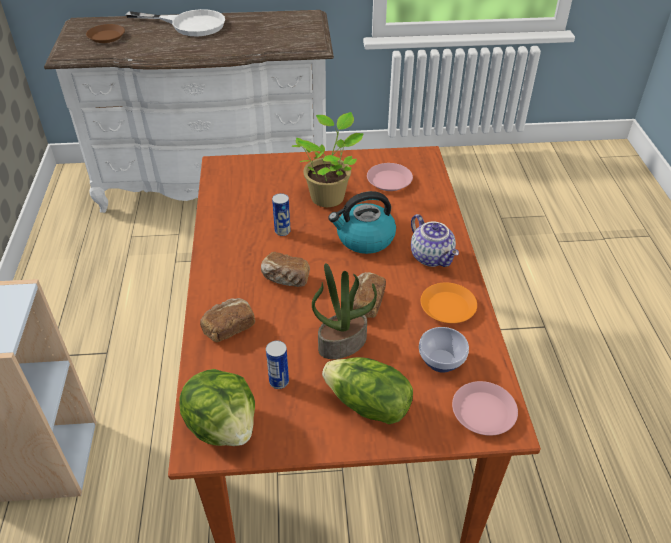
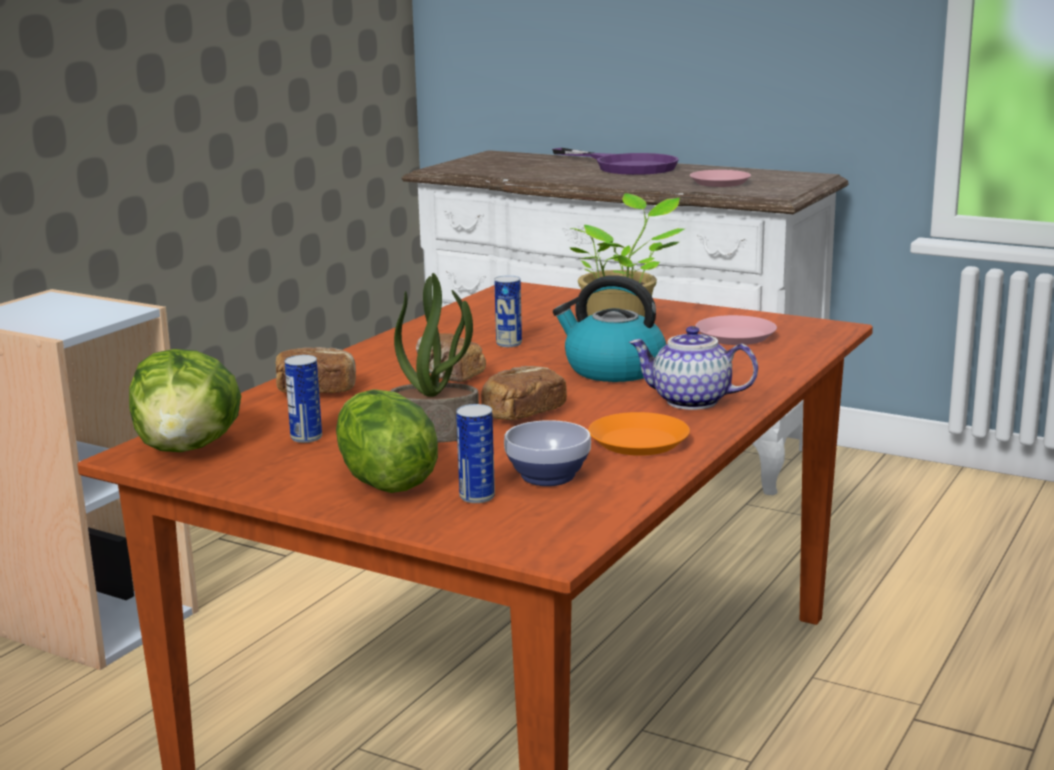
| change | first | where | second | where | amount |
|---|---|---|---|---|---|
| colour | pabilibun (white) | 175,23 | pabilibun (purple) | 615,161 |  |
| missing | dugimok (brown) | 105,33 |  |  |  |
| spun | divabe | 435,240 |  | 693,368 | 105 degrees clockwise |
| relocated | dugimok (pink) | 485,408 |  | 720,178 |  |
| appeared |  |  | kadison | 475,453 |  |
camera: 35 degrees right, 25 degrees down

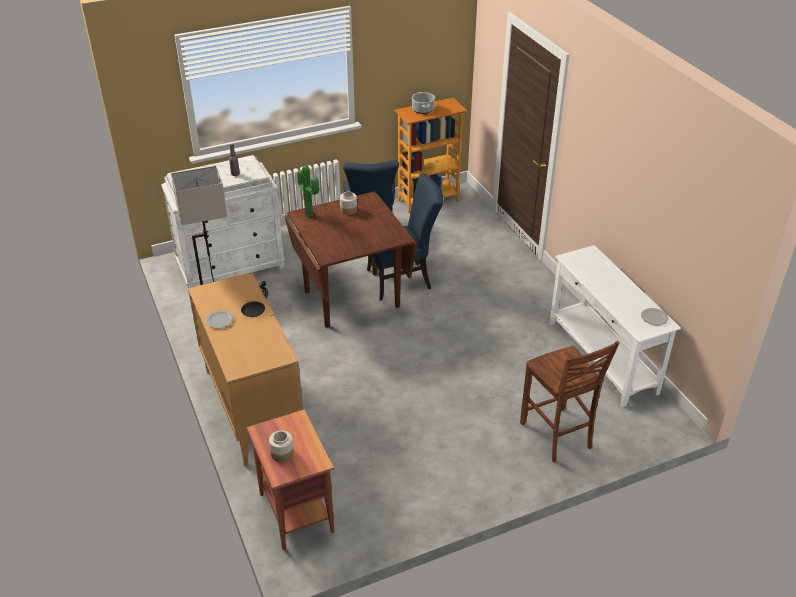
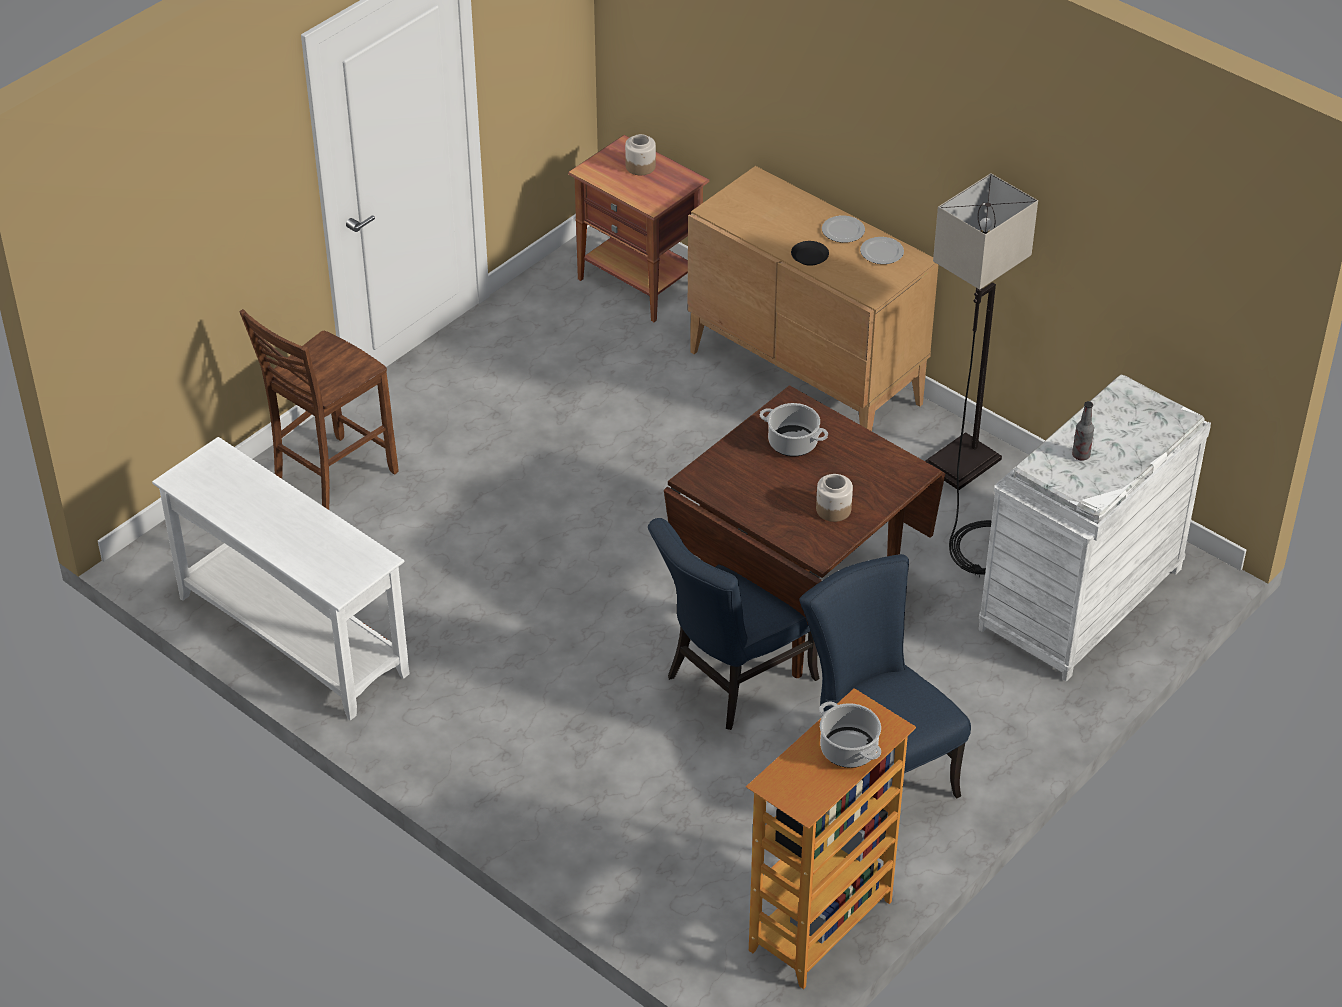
| change | first | where | second | where | amount |
|---|---|---|---|---|---|
| missing | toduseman | 308,192 |  |  |  |
| relocated | dugimok | 654,317 |  | 882,250 |  |
| spun | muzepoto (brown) | 570,402 |  | 318,409 | 90 degrees counterclockwise |
| appeared |  |  | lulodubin | 794,429 |  |
camera: 155 degrees right, 5 degrees up

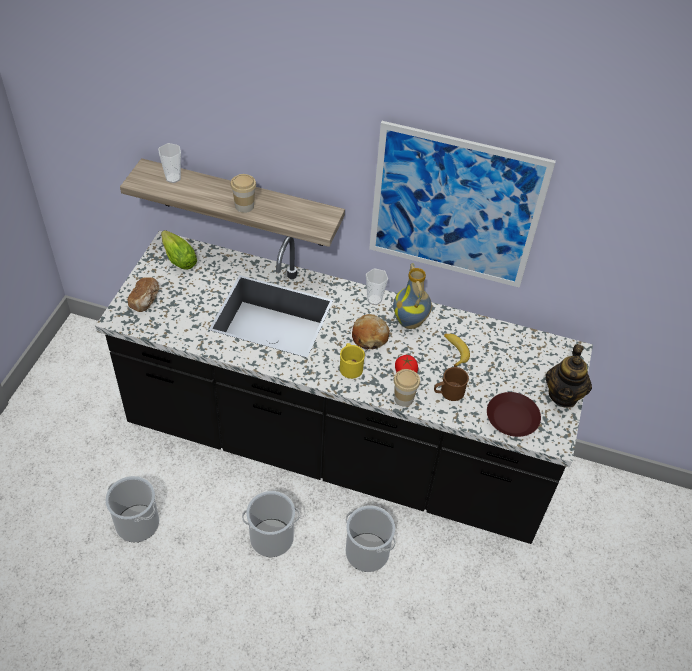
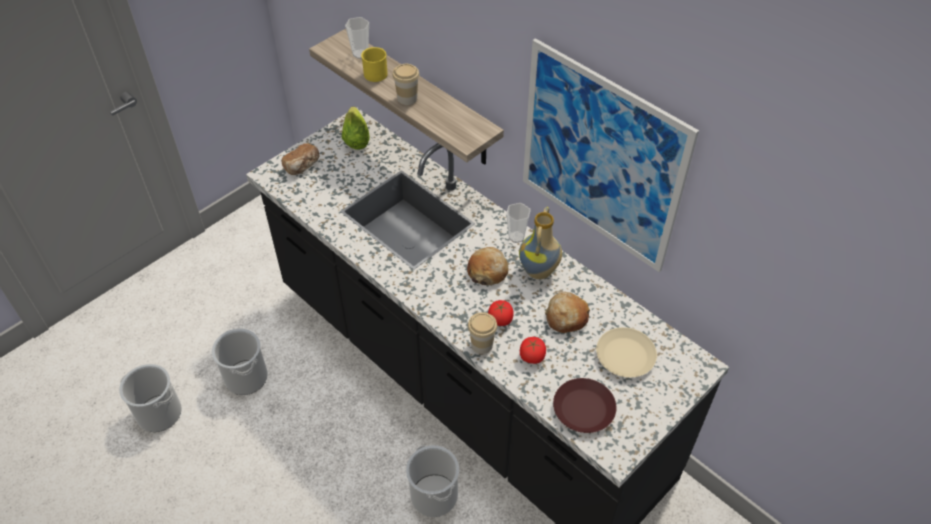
| change | first | where | second | where | amount |
|---|---|---|---|---|---|
| exchanged | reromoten | 457,350 | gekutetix | 567,312 |  |
| relocated | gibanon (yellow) | 352,361 |  | 374,64 |  |
| missing | divabe | 568,376 |  |  |  |
| exchanged | gibanon (brown) | 451,384 | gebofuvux | 533,350 |  |
| relocated | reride | 271,524 |  | 150,398 |  |
| appeared |  |  | dugimok (beige) | 626,352 |  |
camera: 30 degrees right, 0 degrees up

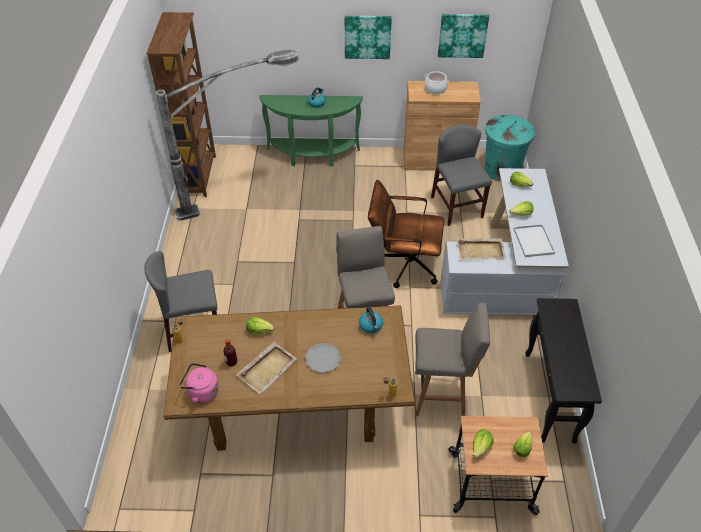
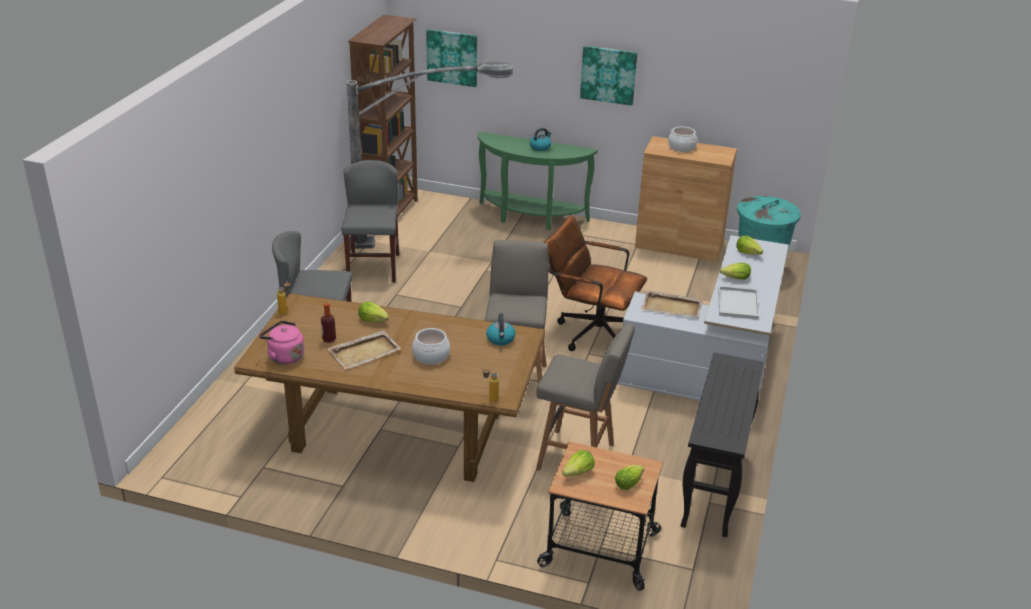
| change | first | where | second | where | amount |
|---|---|---|---|---|---|
| relocated | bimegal | 463,36 |  | 451,58 |  |
| relocated | muzepoto (grey) | 461,175 |  | 370,221 |  |
| exchanged | dugimok | 323,358 | lulodubin | 431,346 |  |
camera: 15 degrees right, 15 degrees down

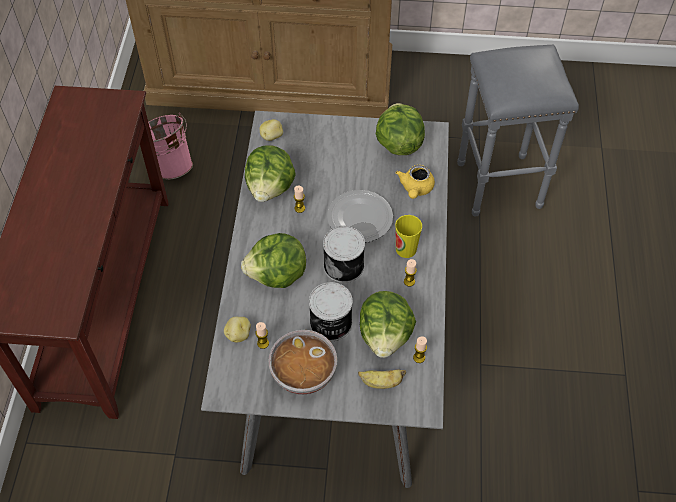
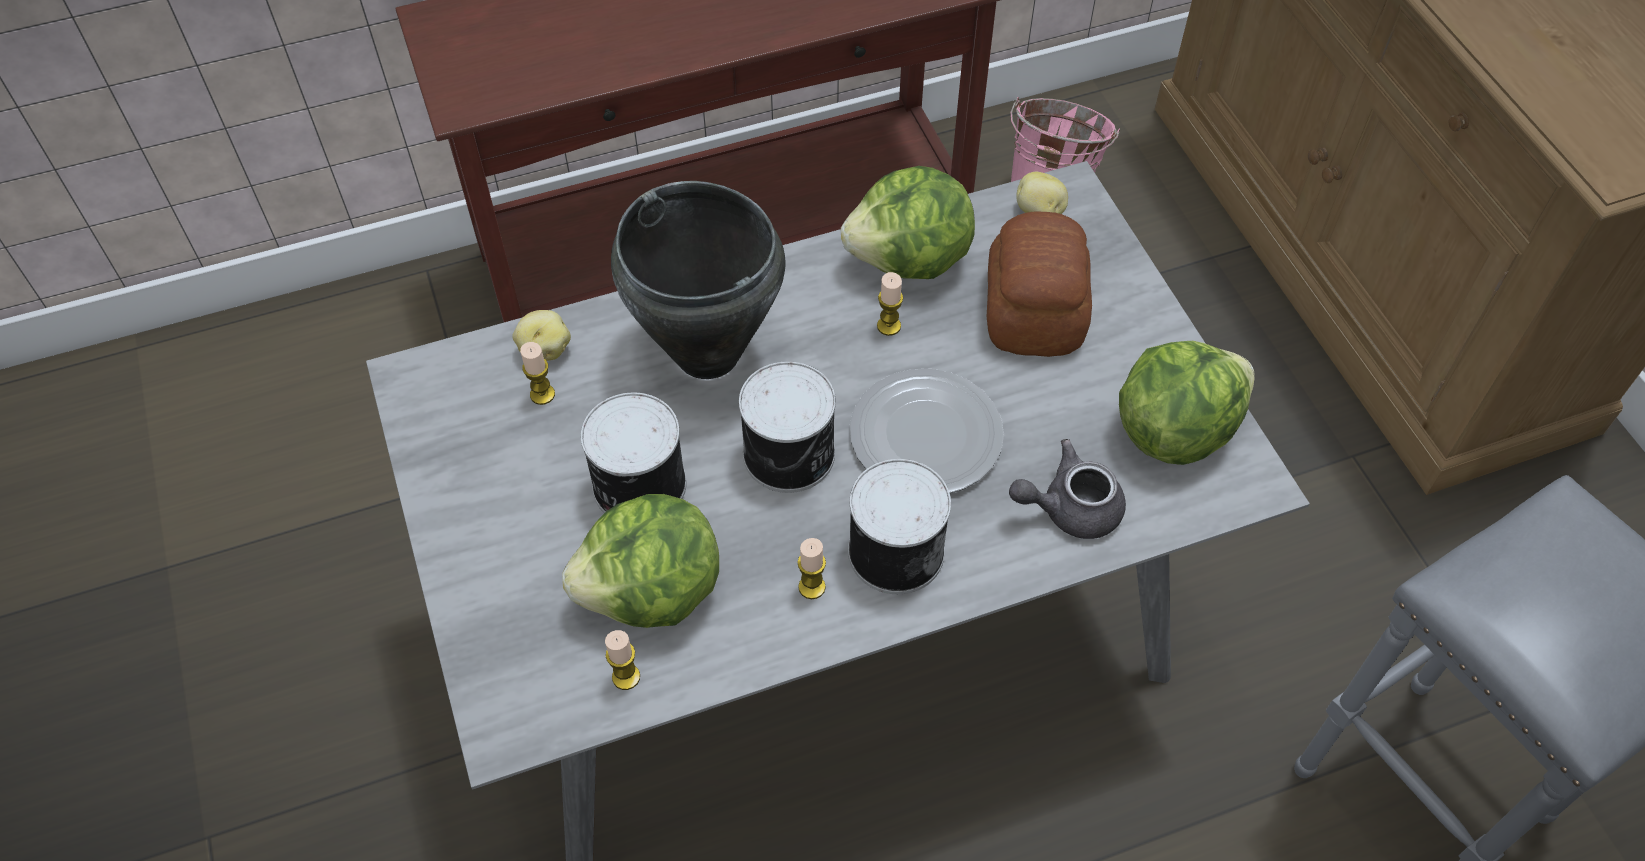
| change | first | where | second | where | amount |
|---|---|---|---|---|---|
| colour | divabe (yellow) | 415,182 | divabe (grey) | 1067,489 |  |
| exchanged | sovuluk | 408,236 | kadison | 899,526 |  |
| exchanged | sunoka | 273,260 | lulodubin (black) | 698,280 |  |
| missing | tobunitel | 302,362 |  |  |  |
| missing | reromoten | 382,379 |  |  |  |
| appeared |  |  | gekutetix | 1039,284 |  |
camera: 65 degrees right, 0 degrees up

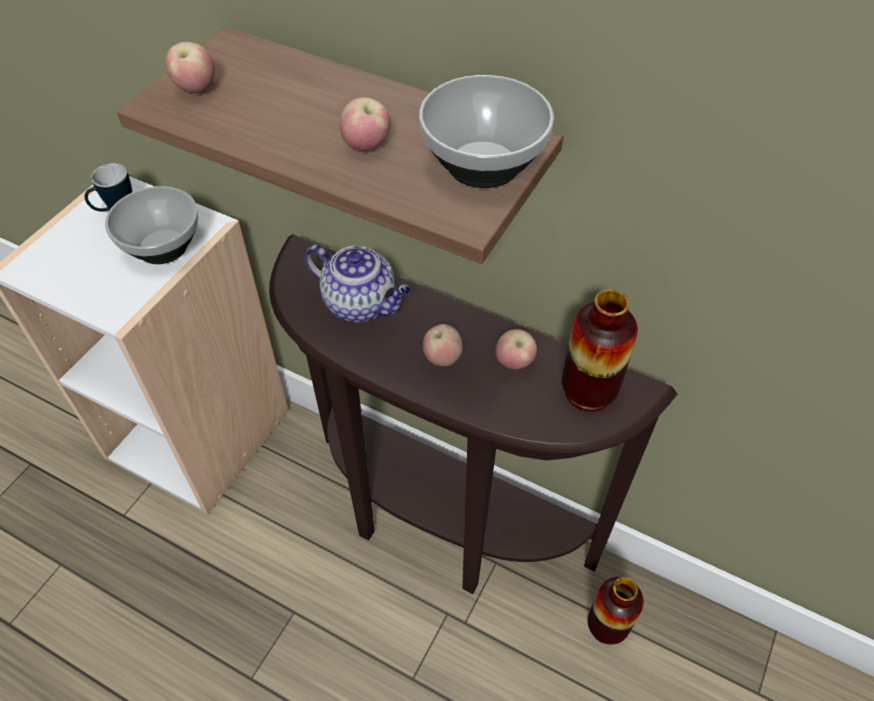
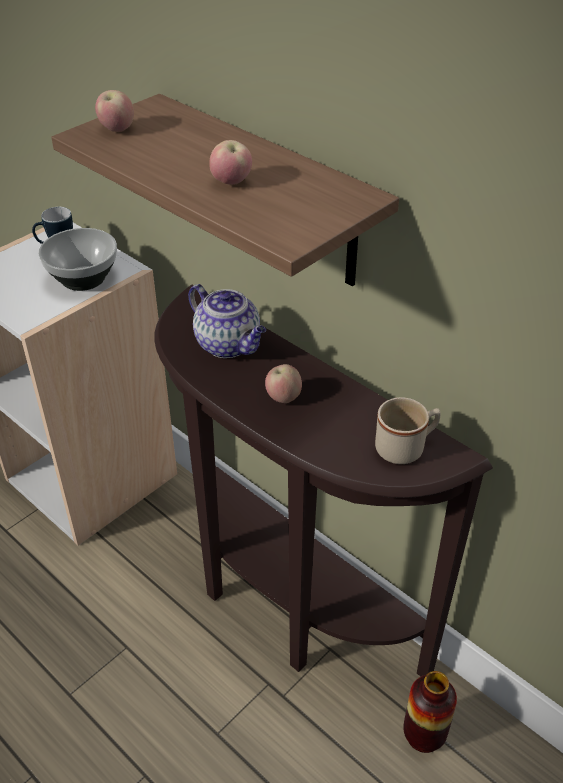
| change | first | where | second | where | amount |
|---|---|---|---|---|---|
| missing | tobunitel | 486,131 |  |  |  |
| exchanged | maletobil | 600,350 | gibanon (beige) | 408,430 |  |
| missing | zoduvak | 516,349 |  |  |  |
camera: 15 degrees right, 10 degrees down

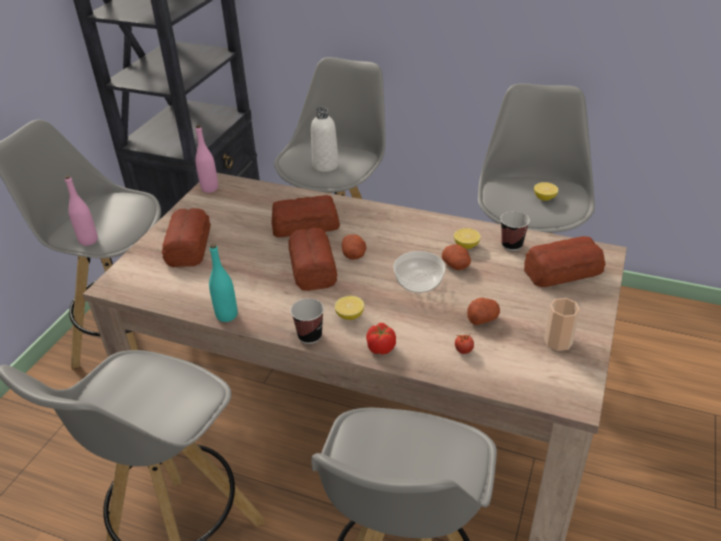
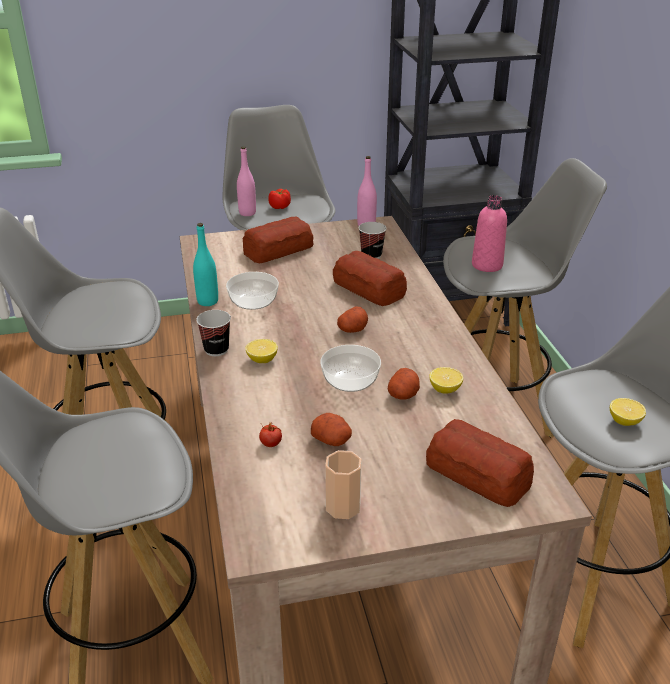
| change | first | where | second | where | amount |
|---|---|---|---|---|---|
| colour | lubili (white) | 325,139 | lubili (pink) | 489,233 |  |
| relocated | sovuluk | 515,231 |  | 372,240 |  |
| missing | gekutetix | 312,259 |  |  |  |
| relocated | gebofuvux | 381,339 |  | 279,199 |  |
| appeared |  |  | tobunitel | 252,291 |  |
camera: 55 degrees right, 5 degrees down

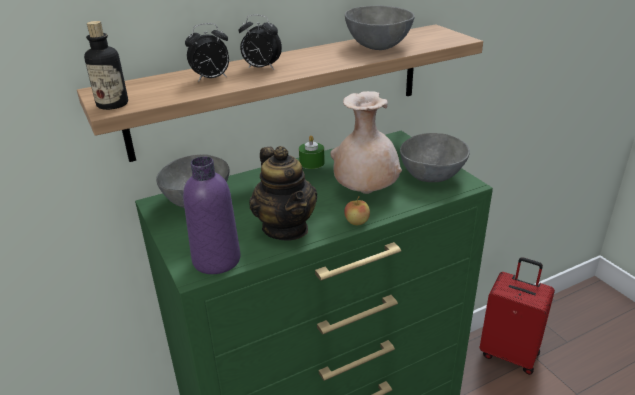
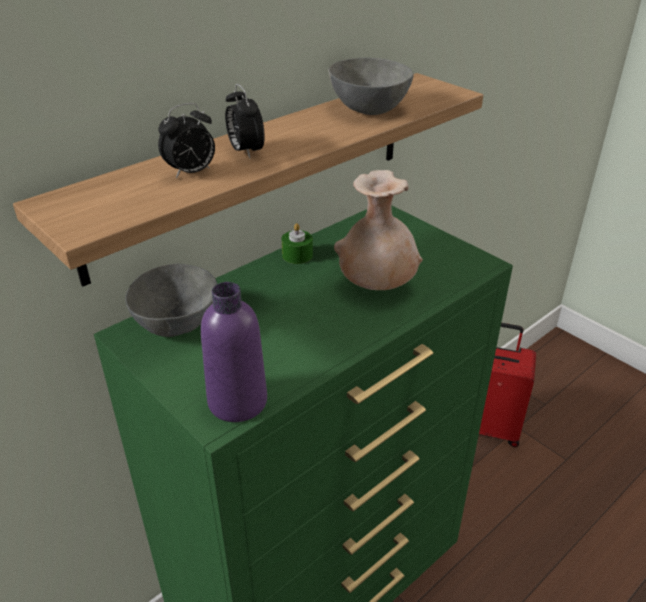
| change | first | where | second | where | amount |
|---|---|---|---|---|---|
| spun | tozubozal | 260,42 |  | 245,121 | 60 degrees clockwise |
| missing | lubili | 106,65 |  |  |  |
| missing | tobunitel (grey) | 435,157 |  |  |  |
| missing | divabe | 283,193 |  |  |  |
| missing | zoduvak | 357,210 |  |  |  |
camera: 15 degrees left, 5 degrees up

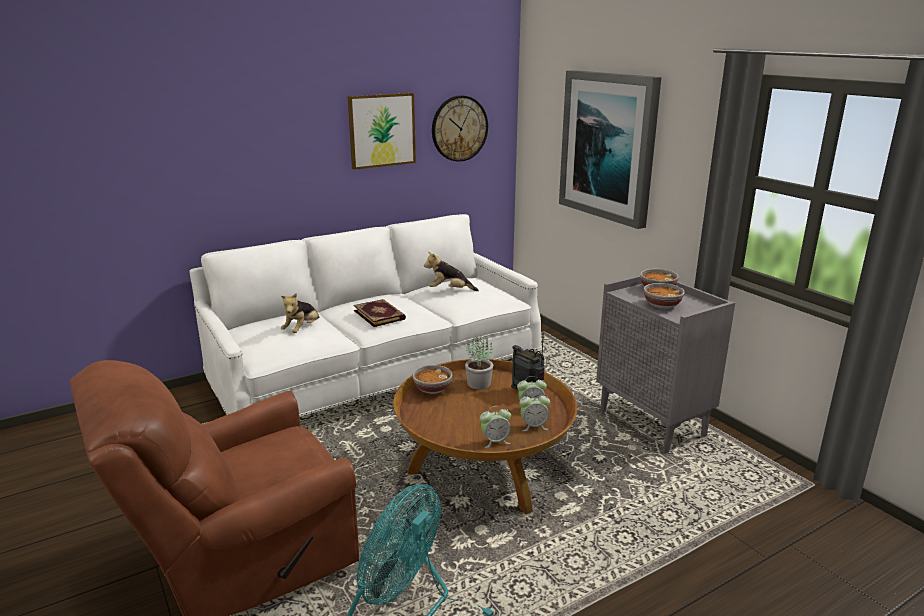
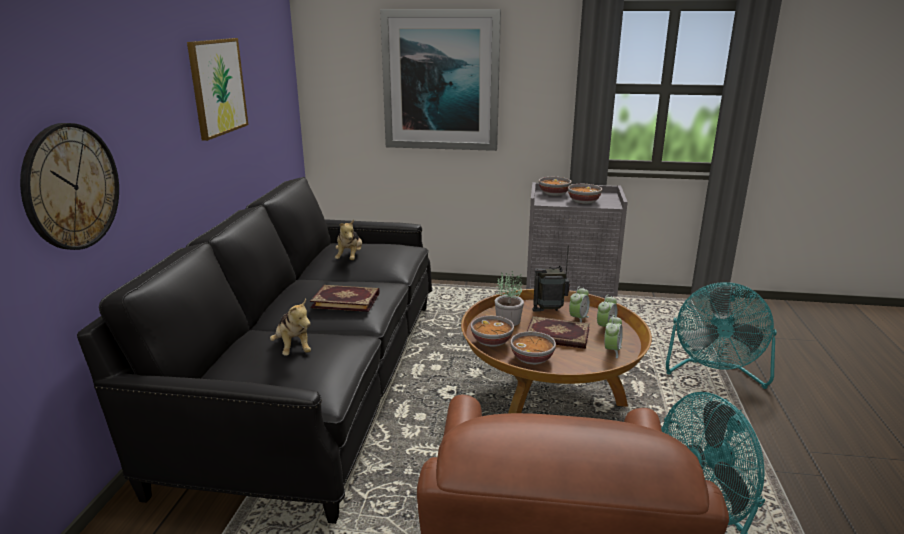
| change | first | where | second | where | amount |
|---|---|---|---|---|---|
| relocated | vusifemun | 460,128 |  | 69,186 |  |
| colour | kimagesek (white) | 365,315 | kimagesek (black) | 255,350 |  |
| spun | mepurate | 451,271 |  | 348,239 | 45 degrees counterclockwise |
| appeared |  |  | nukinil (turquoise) | 721,335 |  |
| appeared |  |  | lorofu | 558,332 |  |
| appeared |  |  | tobunitel | 533,348 |  |
camera: 50 degrees left, 0 degrees up

